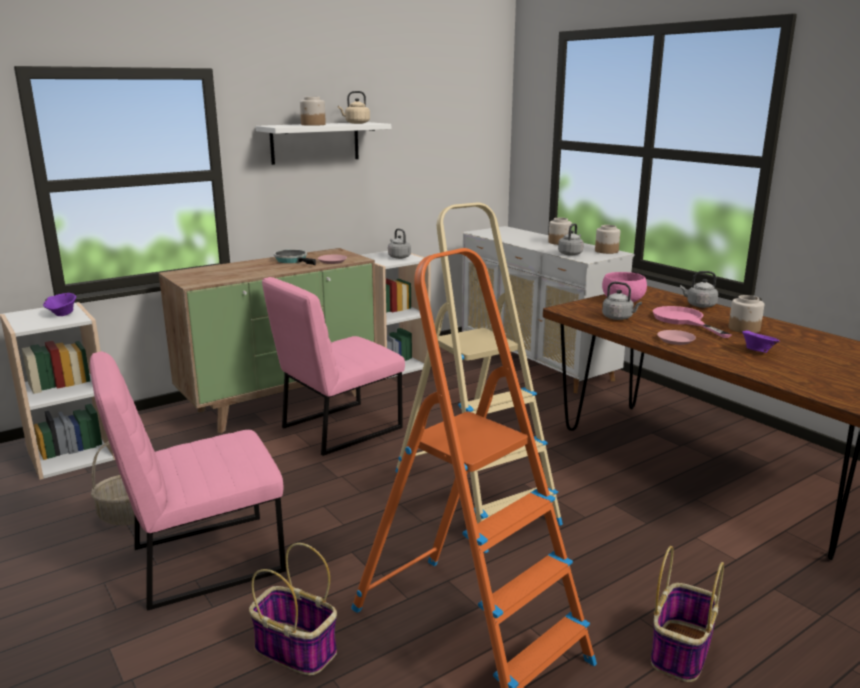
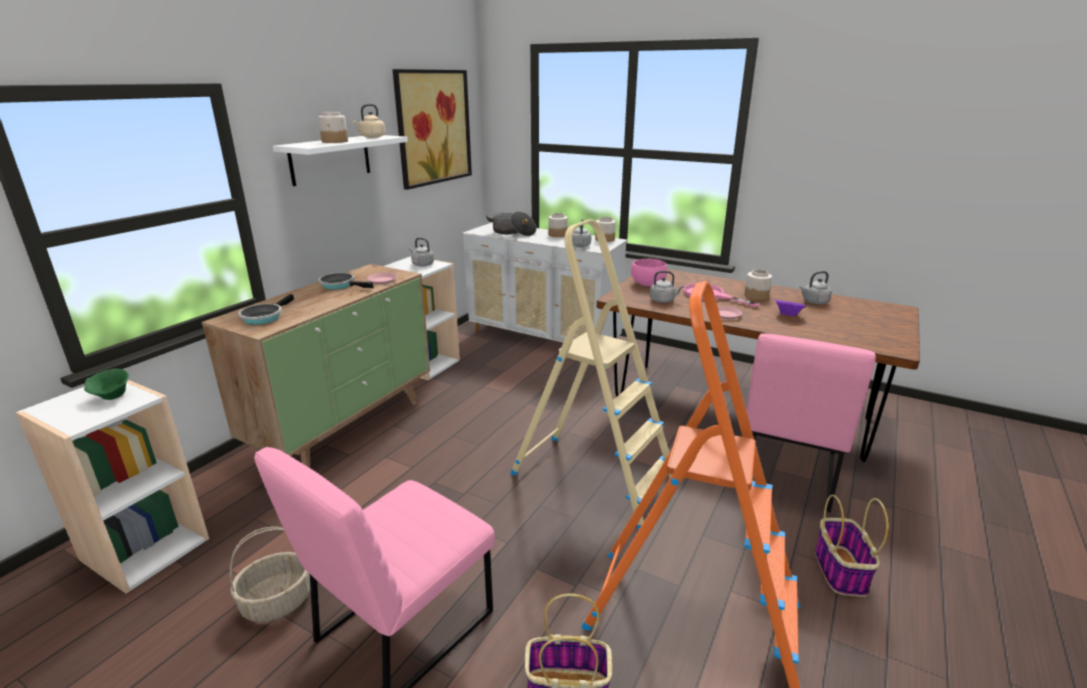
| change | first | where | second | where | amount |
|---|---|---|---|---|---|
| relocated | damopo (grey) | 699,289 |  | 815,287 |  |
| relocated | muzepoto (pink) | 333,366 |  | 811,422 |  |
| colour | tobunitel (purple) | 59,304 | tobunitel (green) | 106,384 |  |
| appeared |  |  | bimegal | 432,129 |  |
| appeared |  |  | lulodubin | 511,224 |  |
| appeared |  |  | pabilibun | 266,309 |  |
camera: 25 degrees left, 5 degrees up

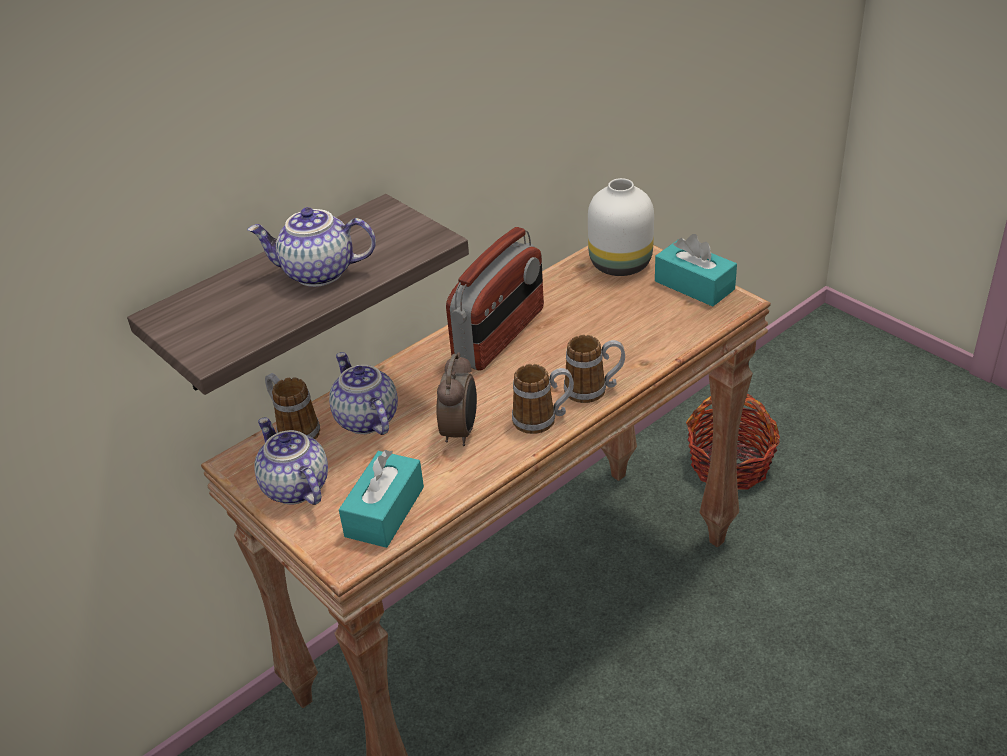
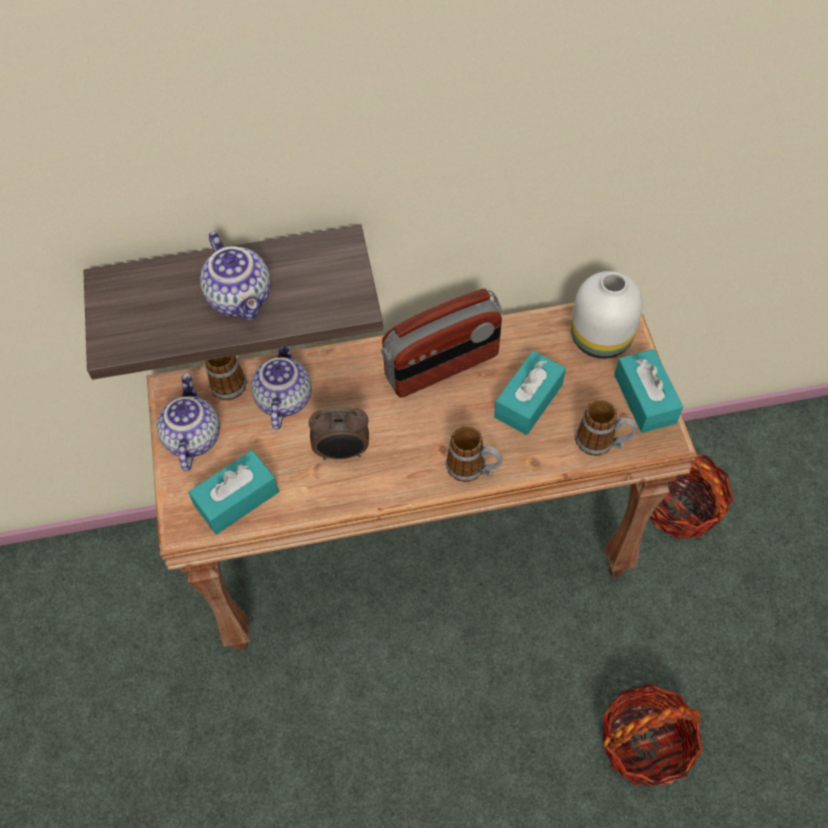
| change | first | where | second | where | amount |
|---|---|---|---|---|---|
| spun | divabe | 311,247 |  | 235,276 | 150 degrees counterclockwise |
| spun | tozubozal | 456,399 |  | 339,434 | 45 degrees clockwise |
| relocated | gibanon | 543,399 |  | 606,428 |  |
| appeared |  |  | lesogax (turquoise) | 530,393 |  |
| appeared |  |  | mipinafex | 652,734 |  |
camera: 30 degrees right, 20 degrees up

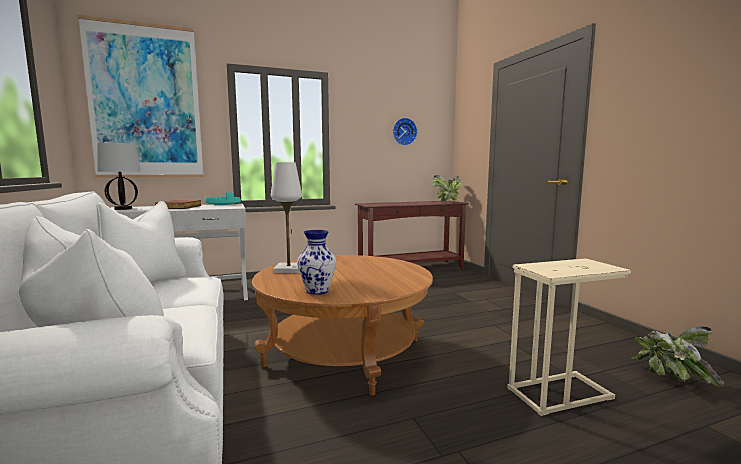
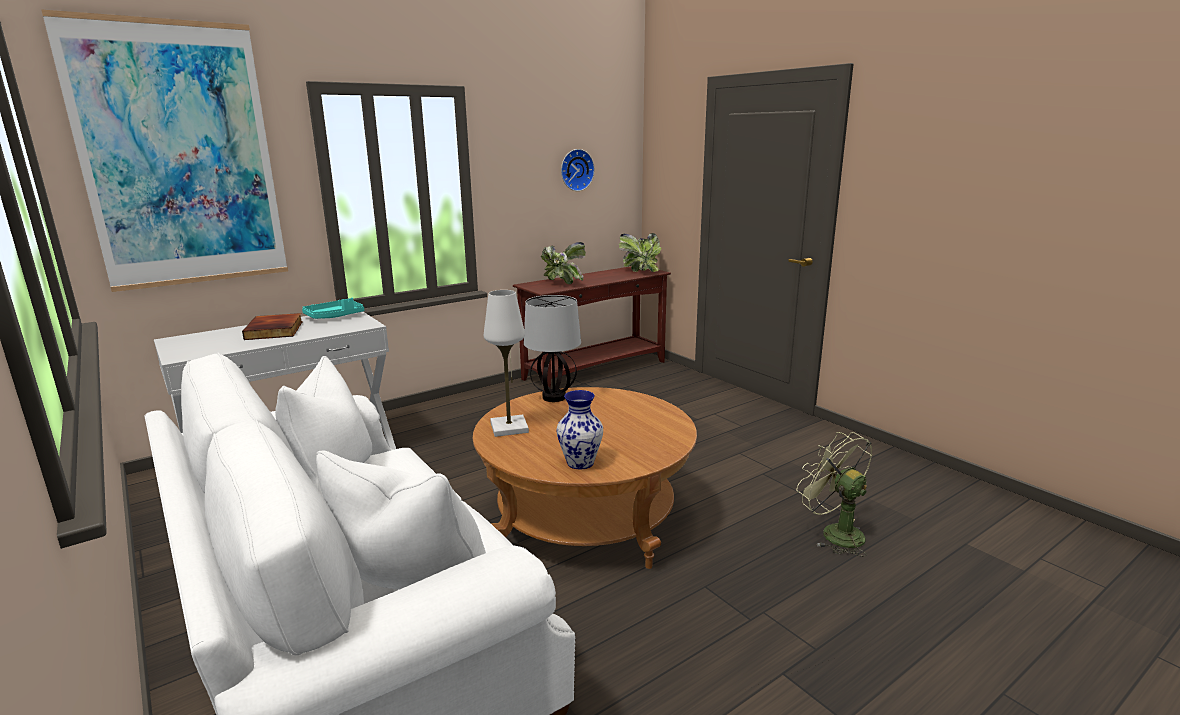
| change | first | where | second | where | amount |
|---|---|---|---|---|---|
| relocated | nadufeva | 119,176 |  | 552,348 |  |
| exchanged | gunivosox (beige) | 569,337 | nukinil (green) | 834,494 |  |
| relocated | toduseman | 678,356 |  | 563,263 |  |
camera: 15 degrees left, 10 degrees up

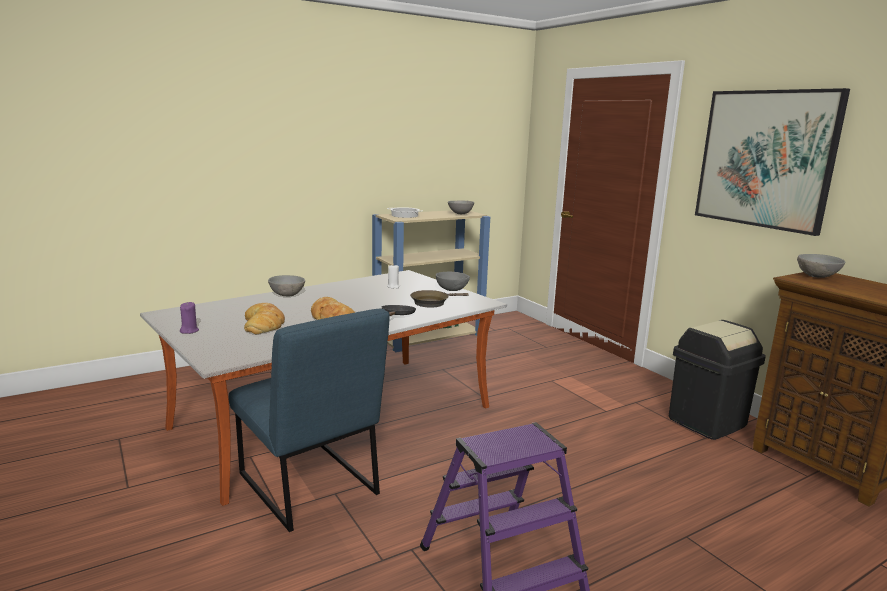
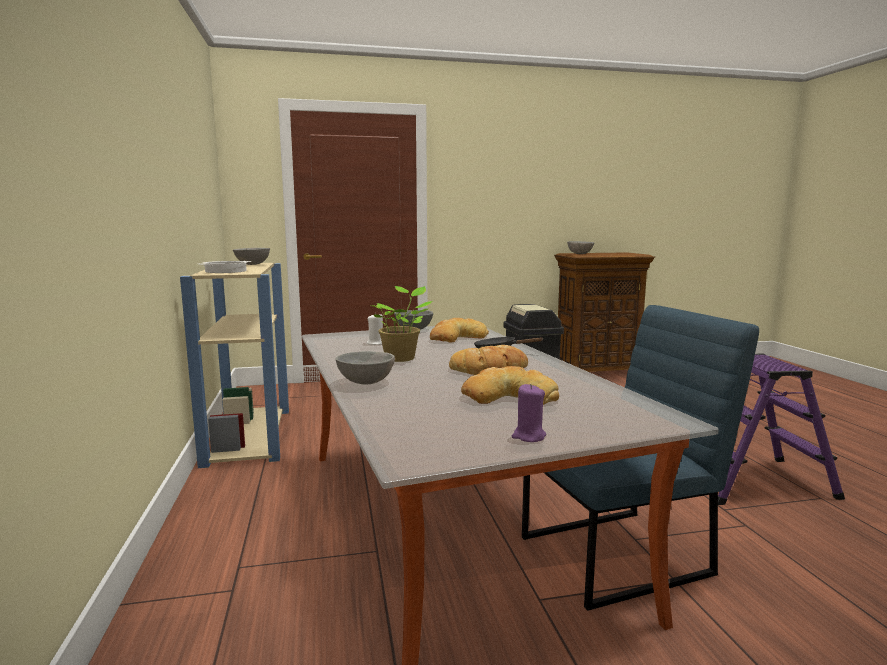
| change | first | where | second | where | amount |
|---|---|---|---|---|---|
| missing | bimegal | 772,162 |  |  |  |
| exchanged | pabilibun (brown) | 439,299 | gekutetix | 459,330 |  |
| appeared |  |  | toduseman | 402,324 |  |
camera: 70 degrees left, 5 degrees down

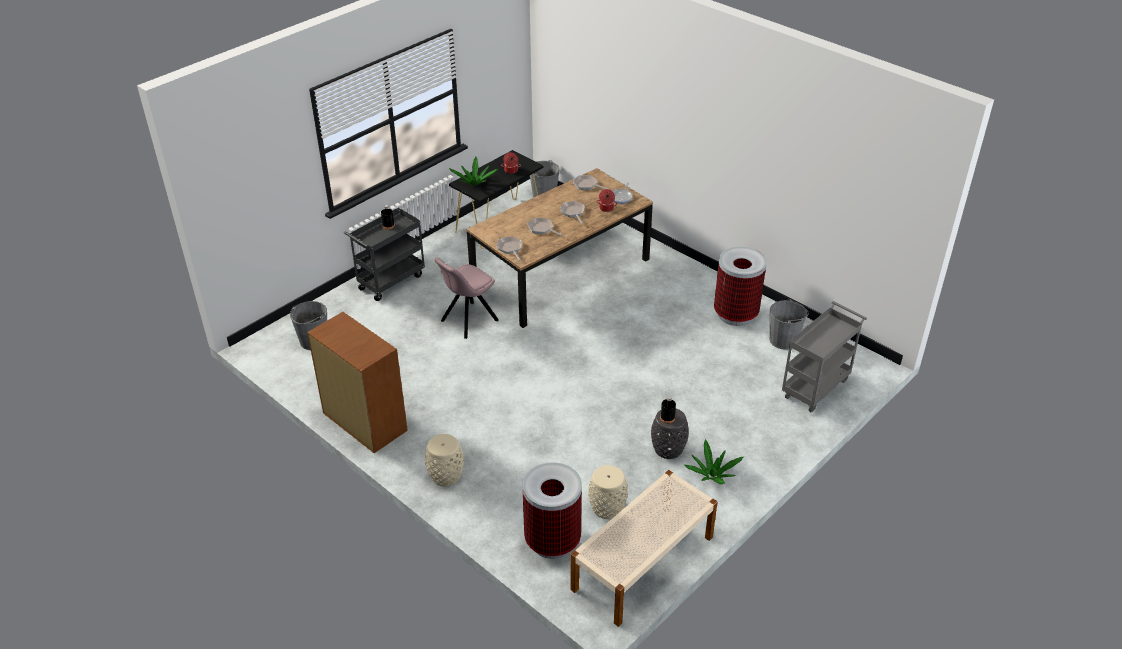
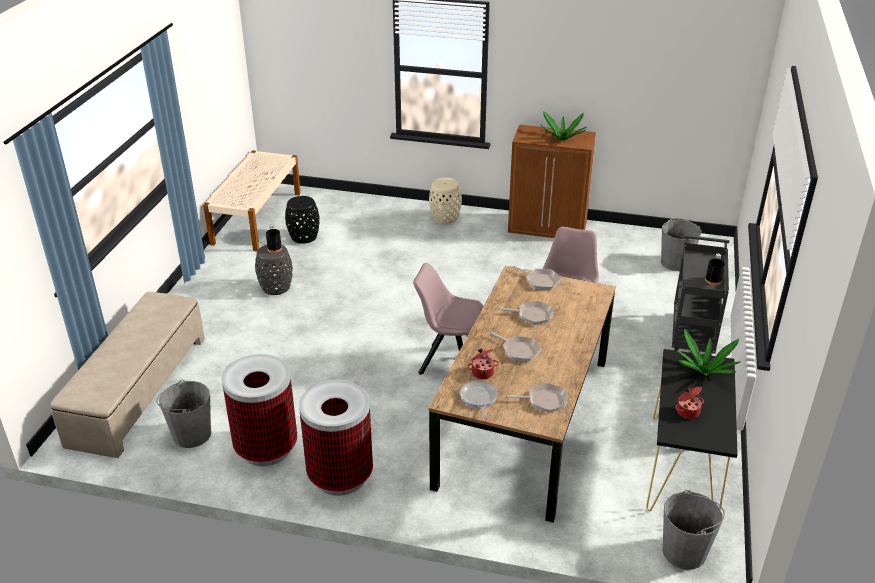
| change | first | where | second | where | amount |
|---|---|---|---|---|---|
| exchanged | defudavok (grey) | 824,356 | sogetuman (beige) | 127,375 |  |
| relocated | toduseman | 714,461 |  | 563,126 |  |
| relocated | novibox | 552,510 |  | 336,438 |  |
| colour | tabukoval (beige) | 608,492 | tabukoval (black) | 302,220 |  |
| appeared |  |  | muzepoto (pink) | 448,319 |  |
camera: 150 degrees right, 5 degrees down

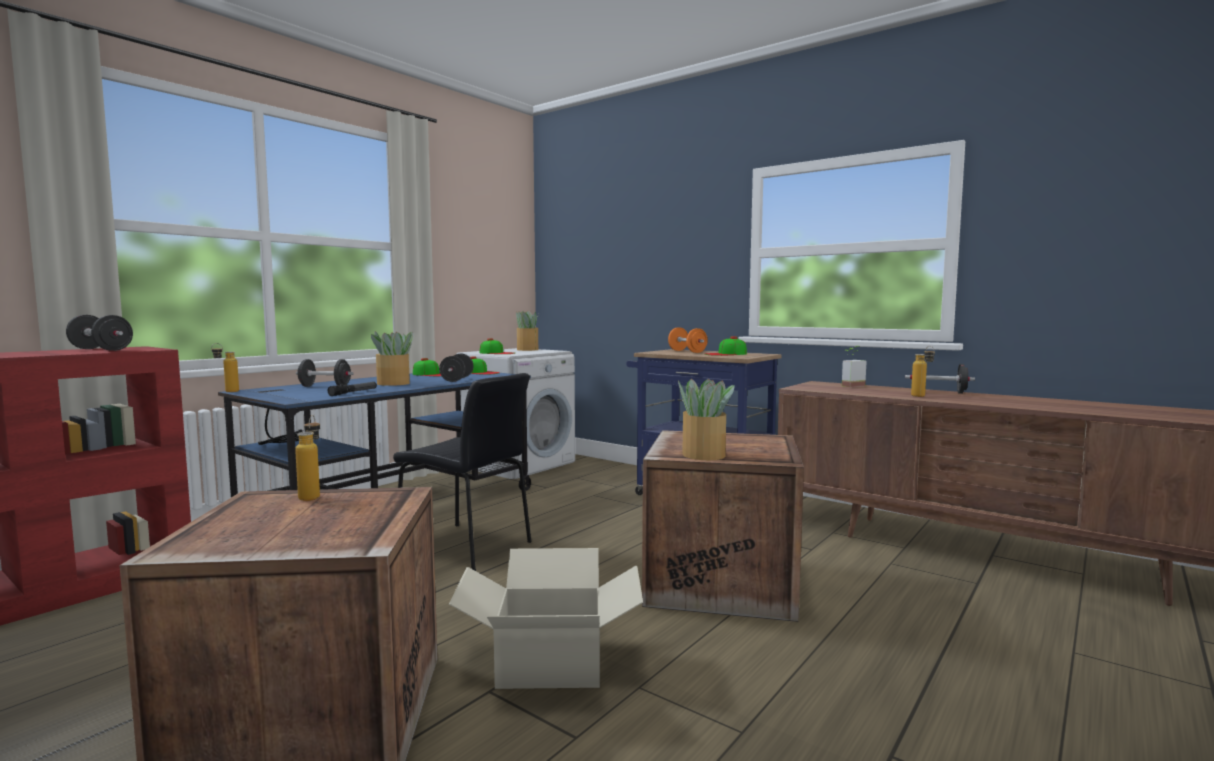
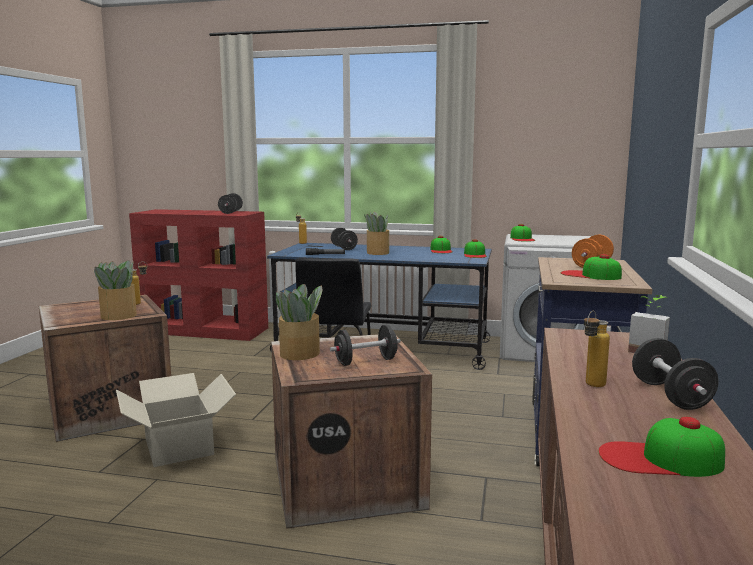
| change | first | where | second | where | amount |
|---|---|---|---|---|---|
| relocated | toduseman | 527,331 |  | 114,290 |  |
| relocated | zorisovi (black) | 456,368 |  | 365,345 |  |
| appeared |  |  | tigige | 661,447 |  |
camera: 65 degrees right, 5 degrees up

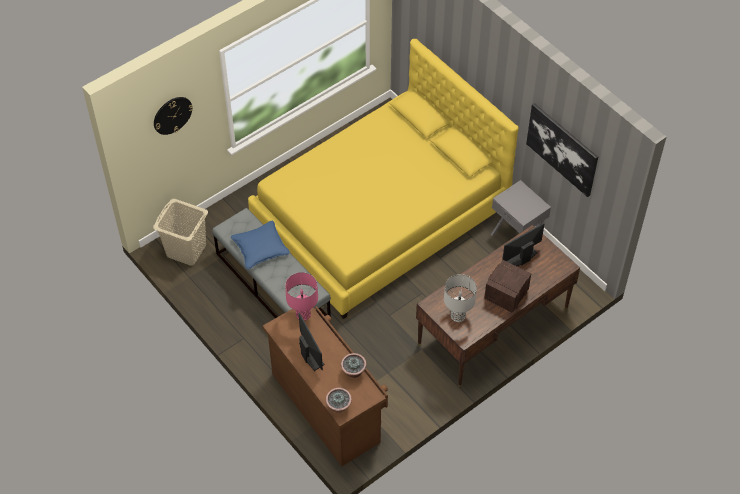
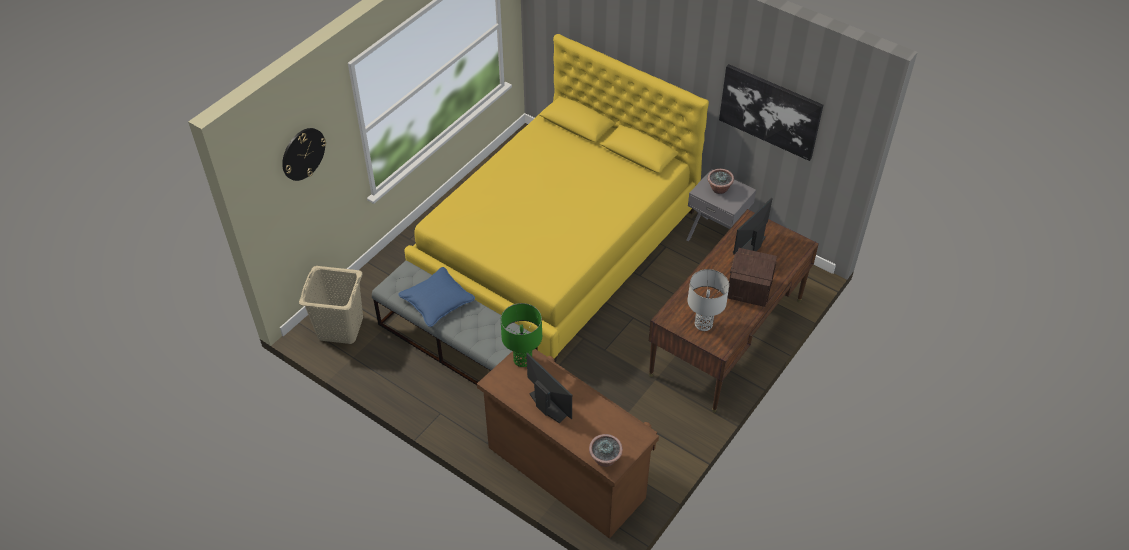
| change | first | where | second | where | amount |
|---|---|---|---|---|---|
| colour | nadufeva (pink) | 301,296 | nadufeva (green) | 521,335 |  |
| relocated | toduseman | 354,365 |  | 720,181 |  |
camera: 15 degrees left, 5 degrees down

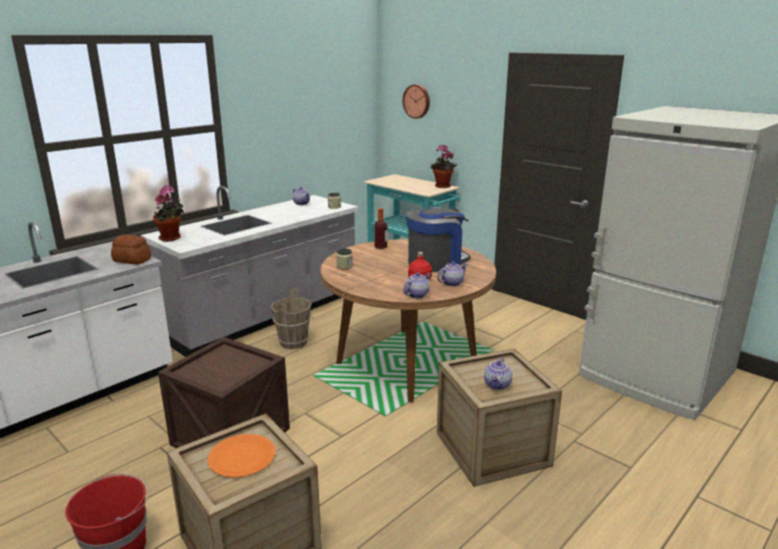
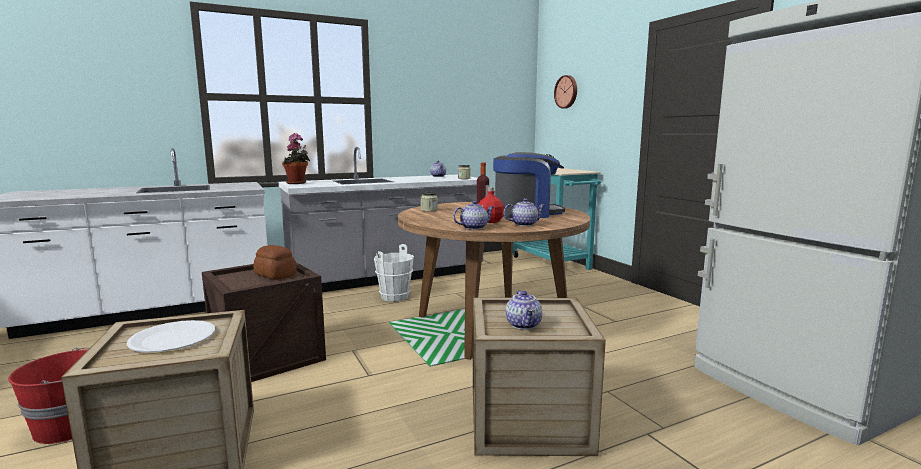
| change | first | where | second | where | amount |
|---|---|---|---|---|---|
| missing | toduseman | 443,166 |  |  |  |
| relocated | gekutetix | 131,250 |  | 275,262 |  |
| colour | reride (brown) | 291,319 | reride (white) | 394,273 |  |
| spun | divabe | 498,373 |  | 524,310 | 45 degrees counterclockwise |
| colour | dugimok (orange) | 241,456 | dugimok (white) | 170,336 |  |
camera: 20 degrees right, 10 degrees down

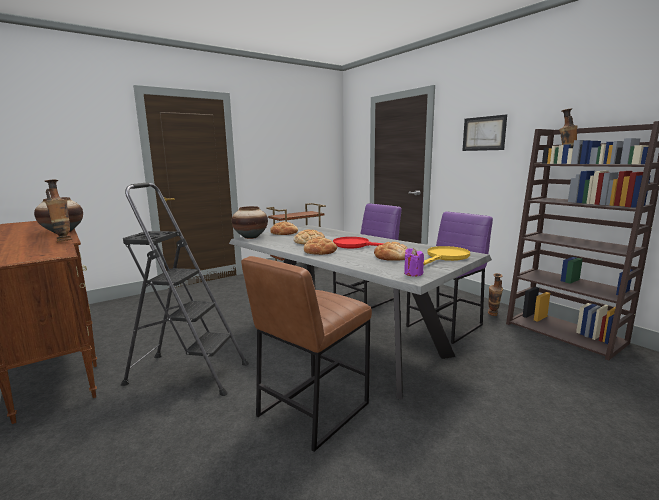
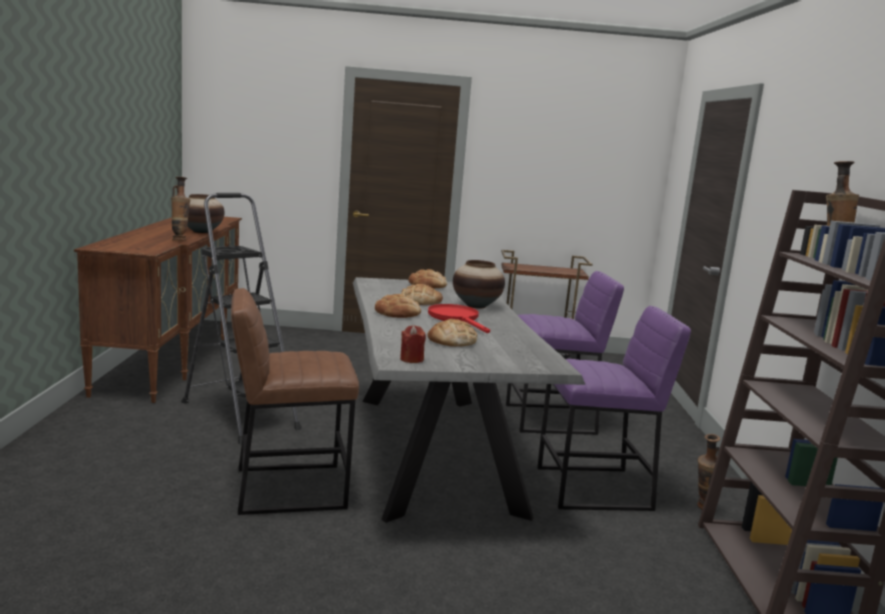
| change | first | where | second | where | amount |
|---|---|---|---|---|---|
| missing | bimegal | 485,132 |  |  |  |
| relocated | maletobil | 250,222 |  | 479,284 |  |
| missing | pabilibun (yellow) | 446,255 |  |  |  |
| colour | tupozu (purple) | 414,262 | tupozu (red) | 413,344 |  |
camera: 35 degrees right, 0 degrees up

